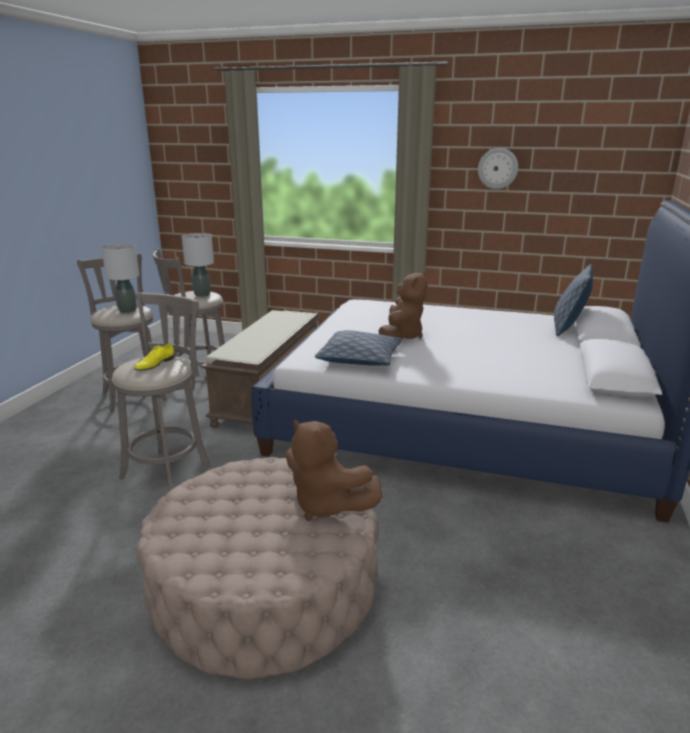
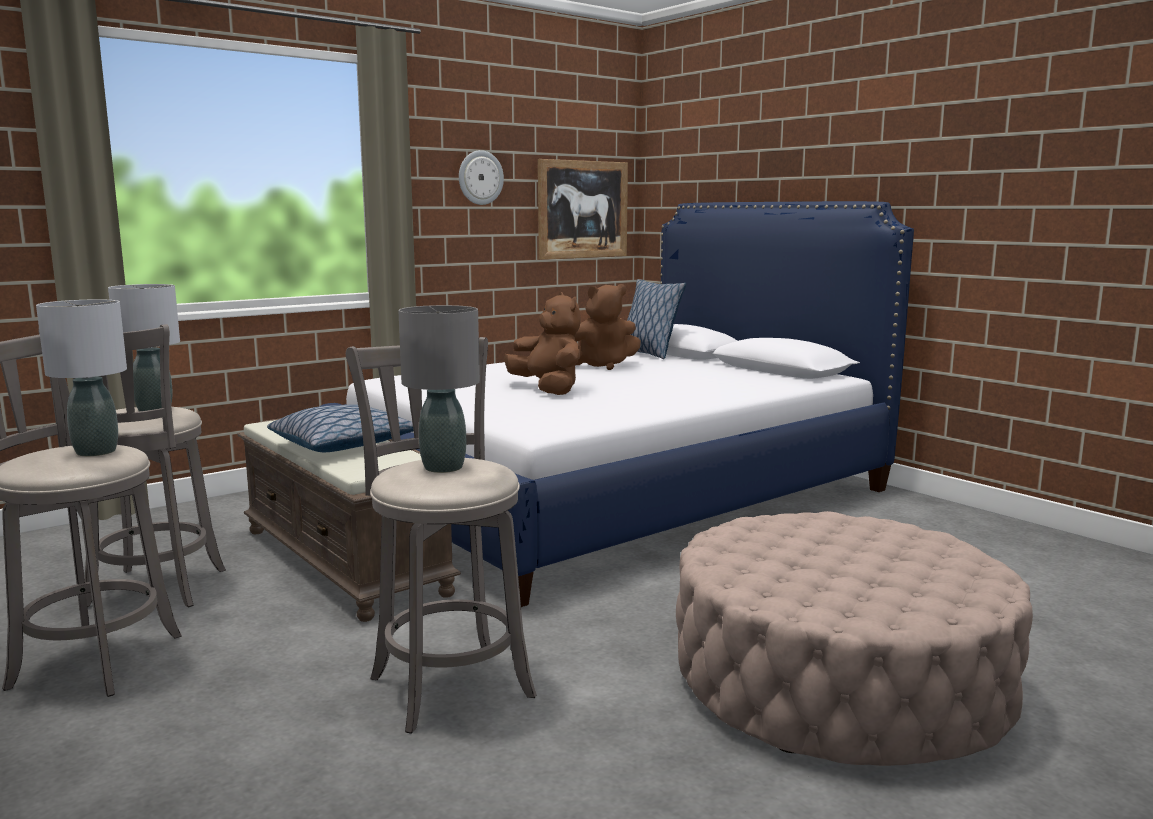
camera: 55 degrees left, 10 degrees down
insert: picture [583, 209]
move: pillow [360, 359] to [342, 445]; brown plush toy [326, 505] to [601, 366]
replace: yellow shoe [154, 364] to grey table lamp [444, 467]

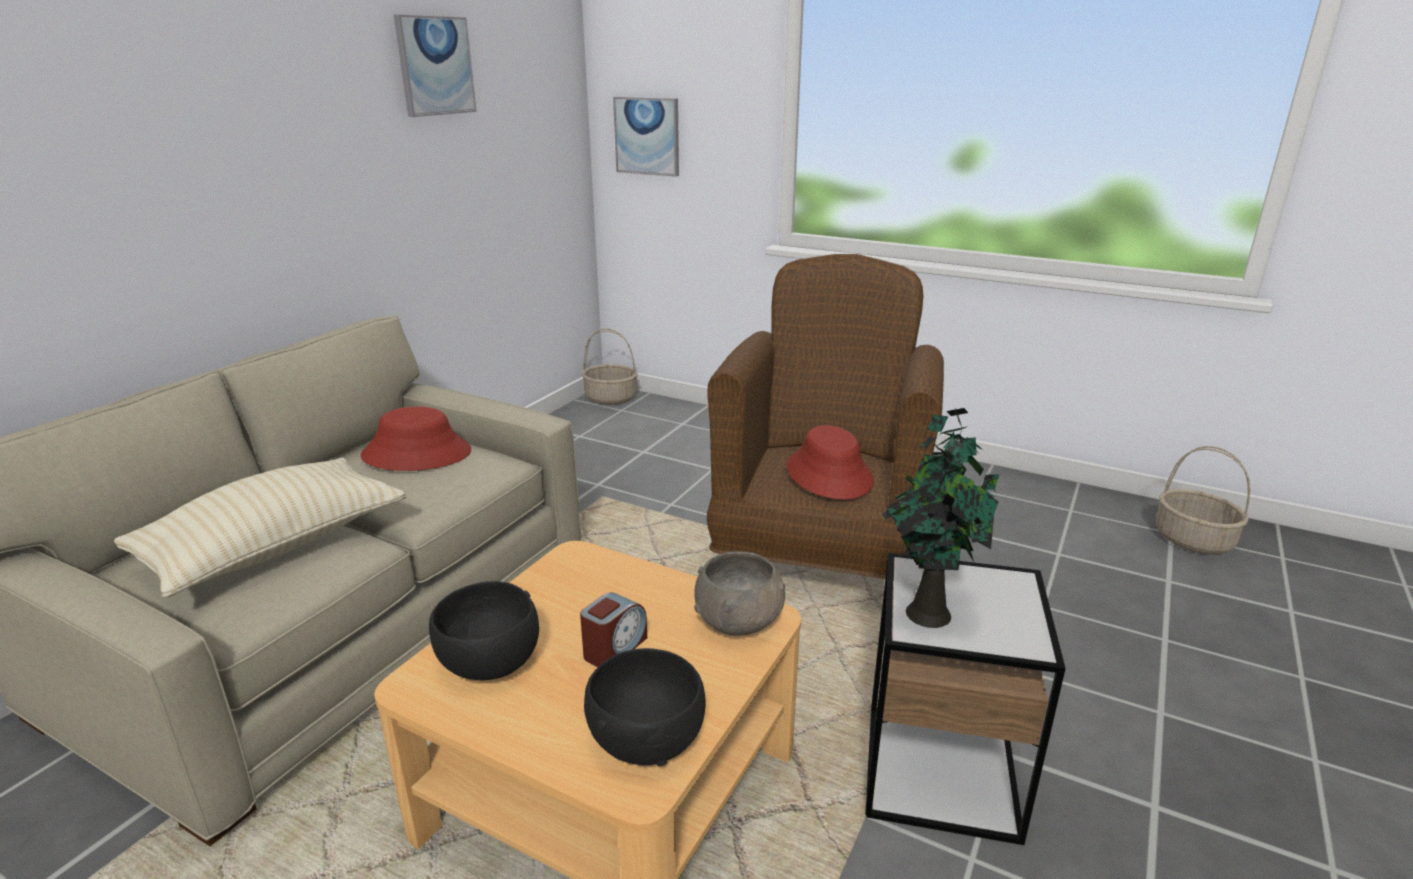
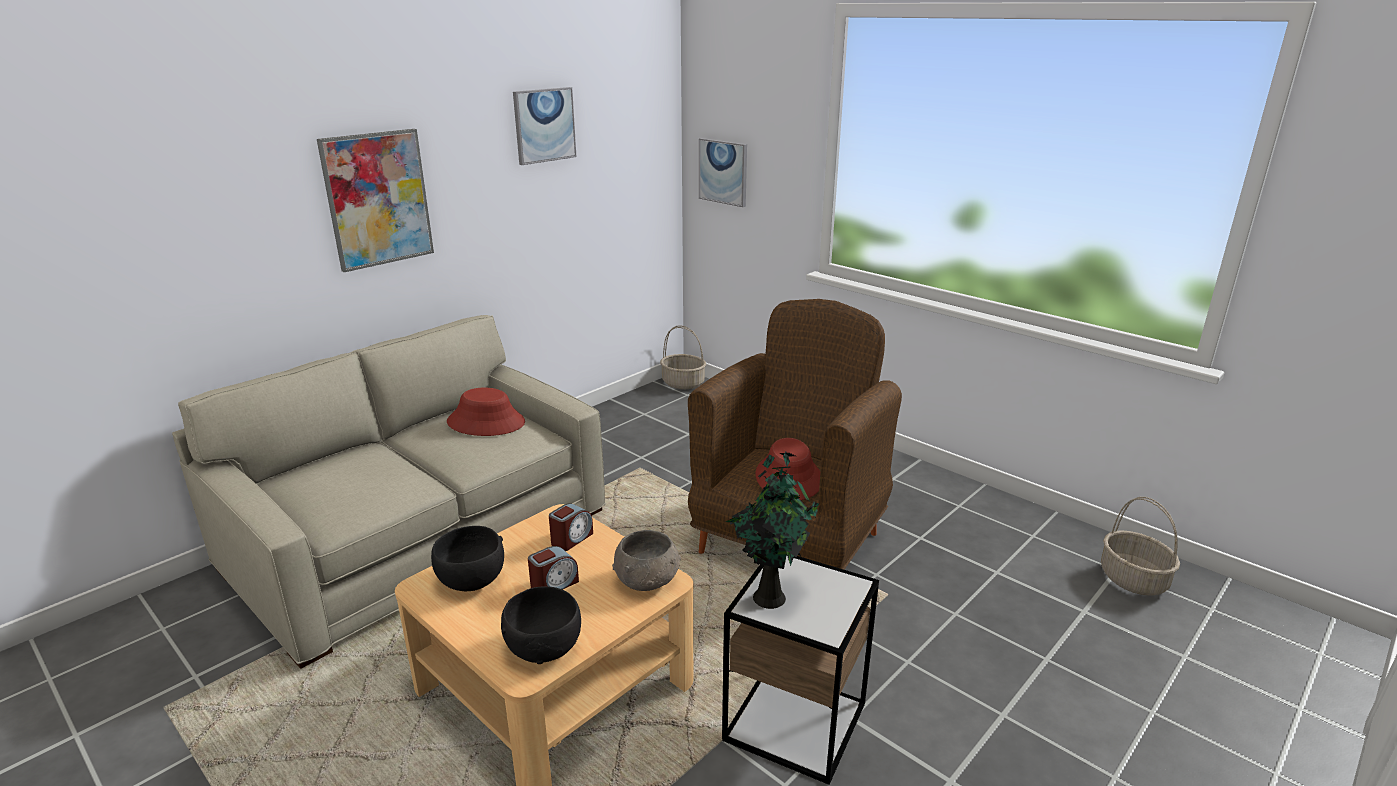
camera: 15 degrees right, 0 degrees up
delete: beige pillow [275, 547]
insert: picture [378, 199]; alarm clock [571, 539]

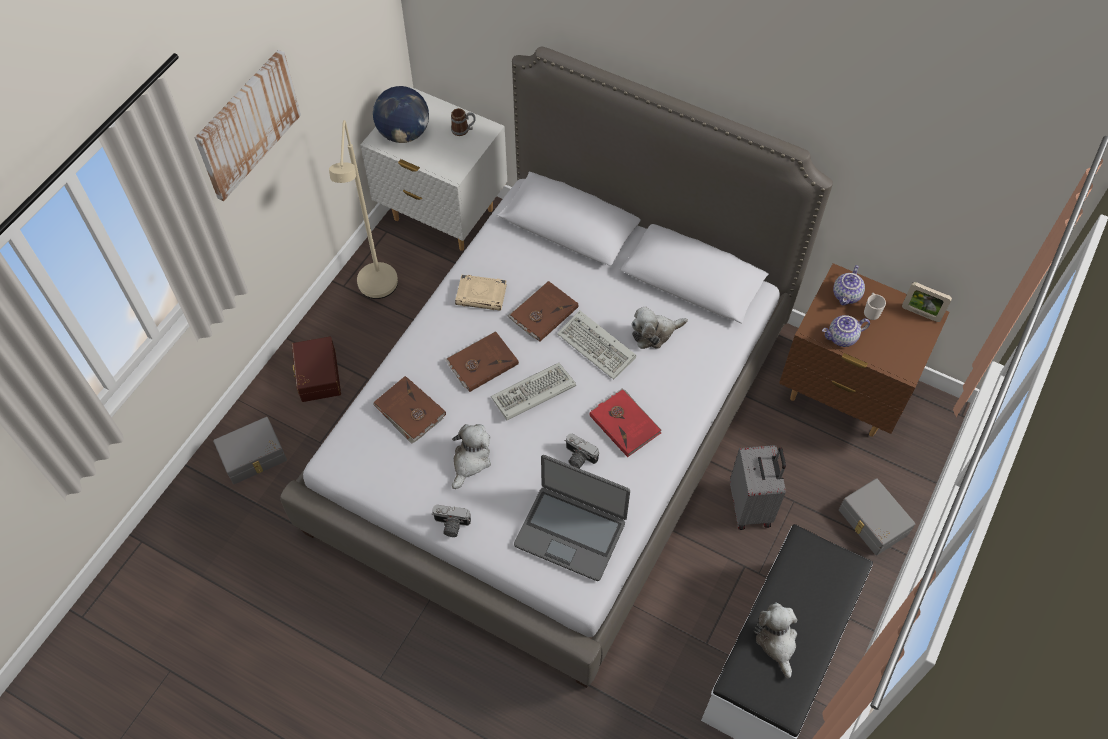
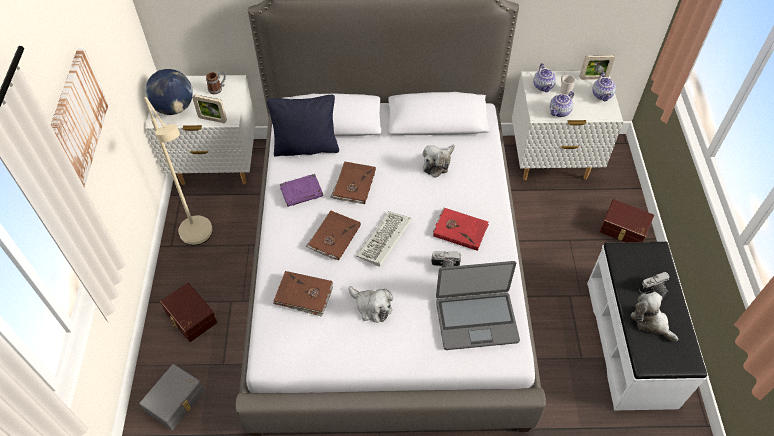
camera: 30 degrees left, 5 degrees down
delete: keyboard [598, 347]; grey suitcase [751, 506]
insert: picture frame [212, 119]; black pillow [306, 147]; teapot [602, 95]
move: photo camera [450, 525] to [654, 291]
recolor: beige book [482, 295] to purple book [302, 192]; brown nightstand [842, 394] to white nightstand [551, 162]; grey storage box [872, 523] to brown storage box [623, 230]
rotate: plush toy [470, 460] = [371, 307] 135 degrees clockwise

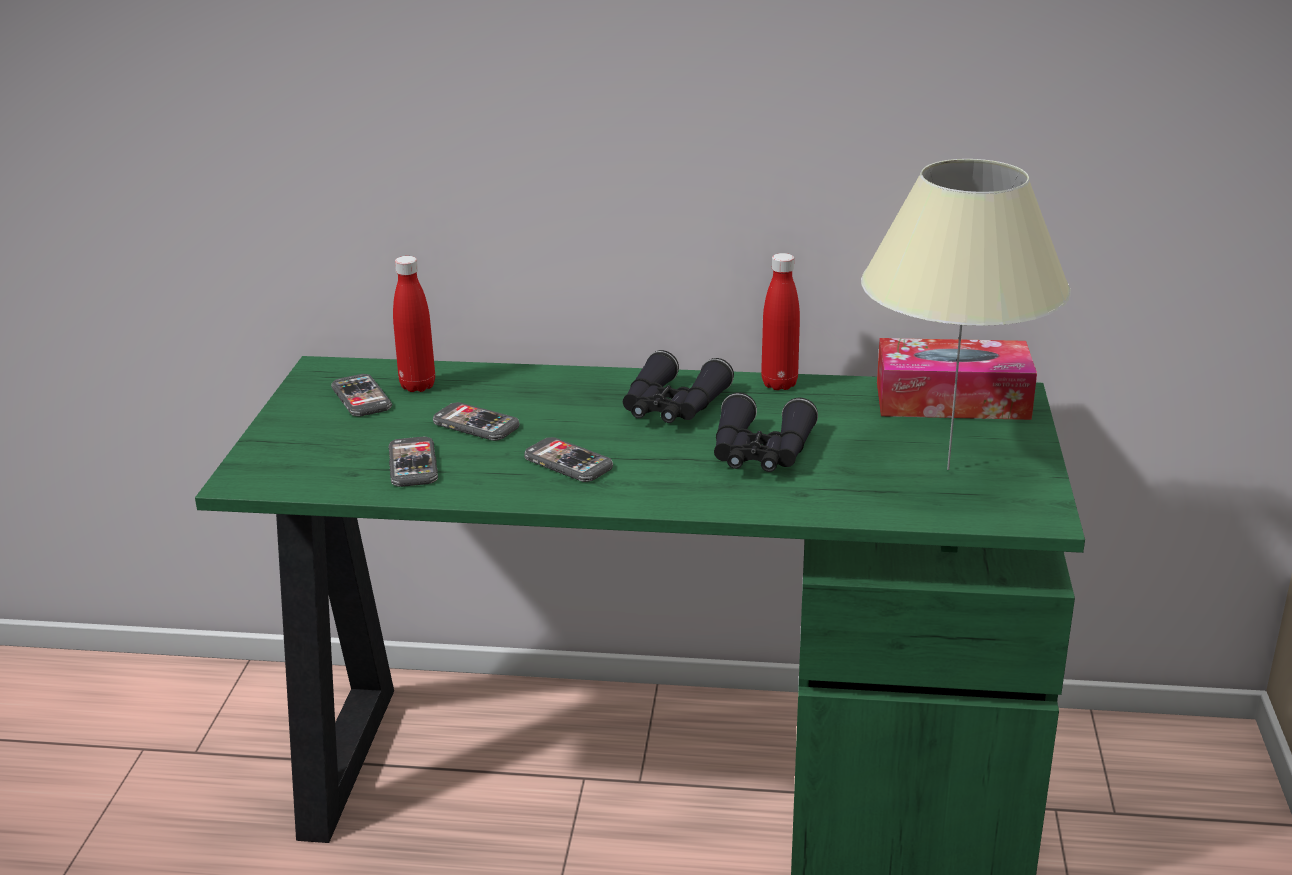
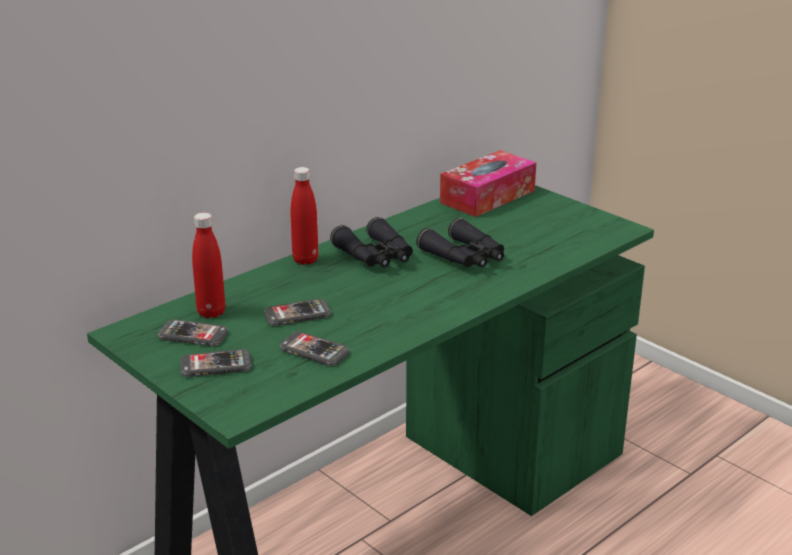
camera: 50 degrees left, 0 degrees up
delete: beige table lamp [949, 469]
move: phone [568, 463] to [216, 365]; red bottle [779, 384] to [305, 260]

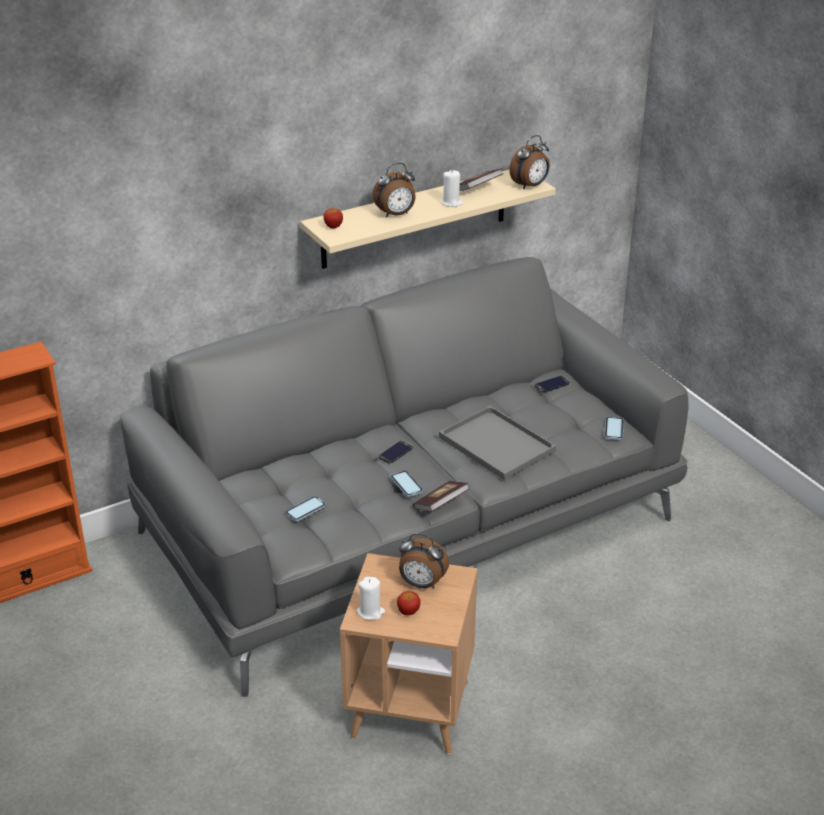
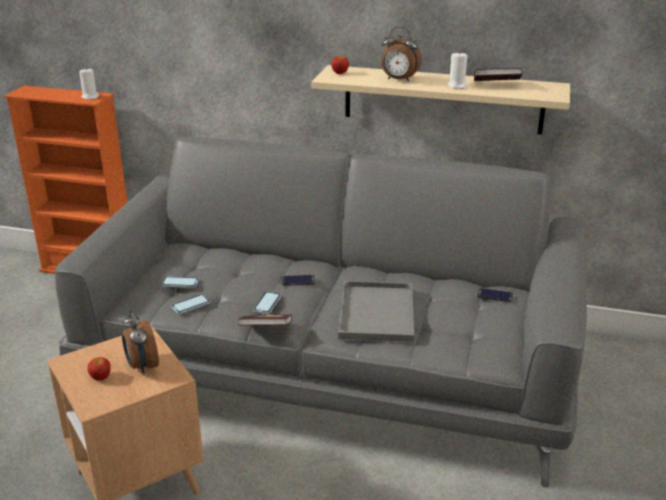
camera: 45 degrees right, 5 degrees down
delete: alarm clock [530, 186]
move: white candle [370, 612] to [90, 97]; phone [614, 429] to [190, 305]

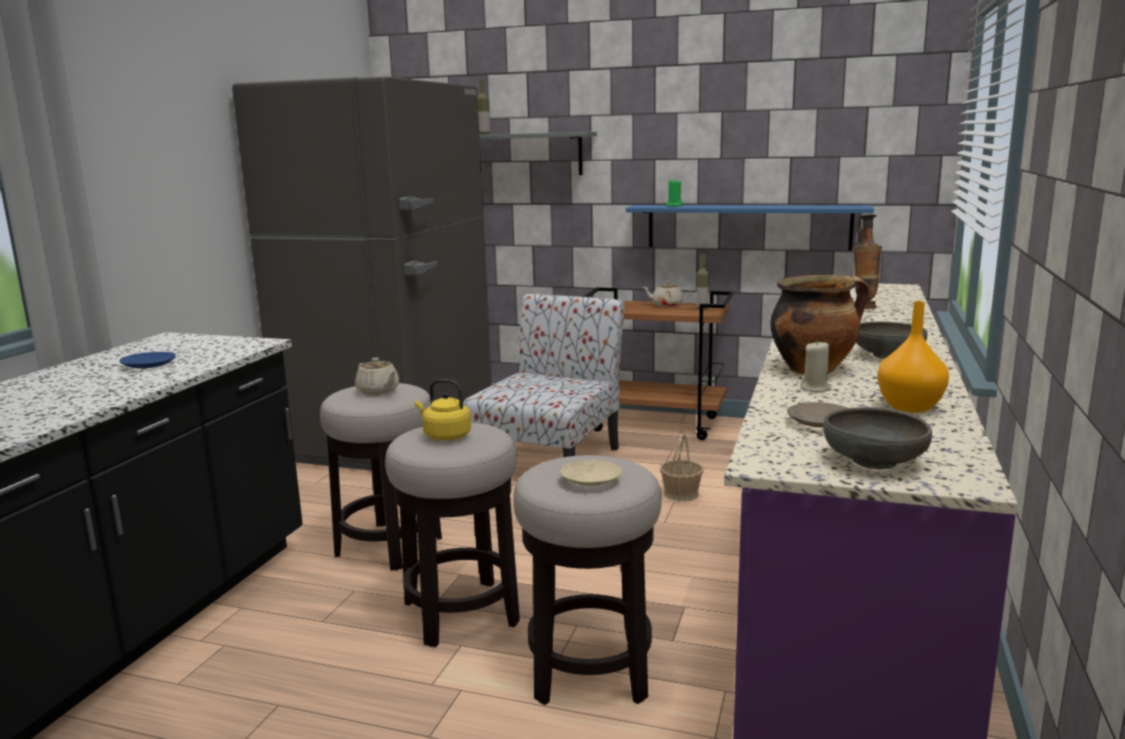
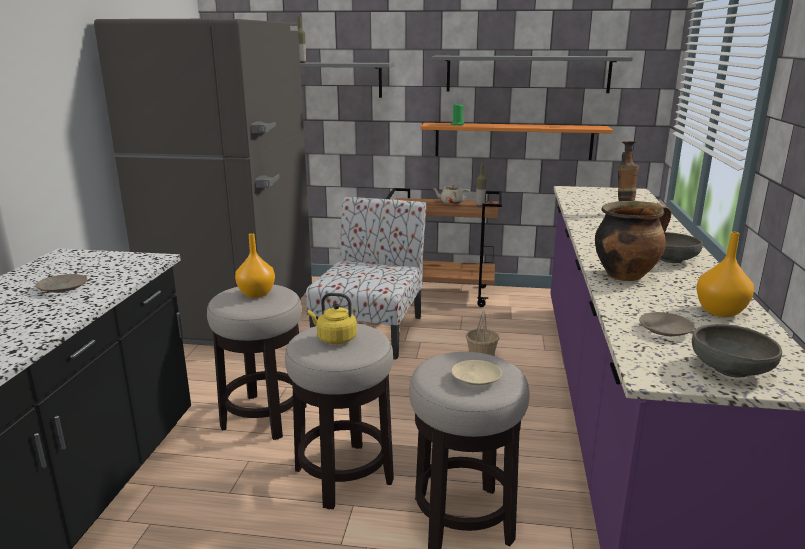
camera: 10 degrees left, 5 degrees up
delete: beige candle [815, 388]
insert: grey shelf [527, 74]
replace: beige teapot [378, 391] to orange vase [255, 294]
recolor: blue plate [148, 365] to beige plate [62, 288]; blue shelf [747, 226] to orange shelf [513, 141]

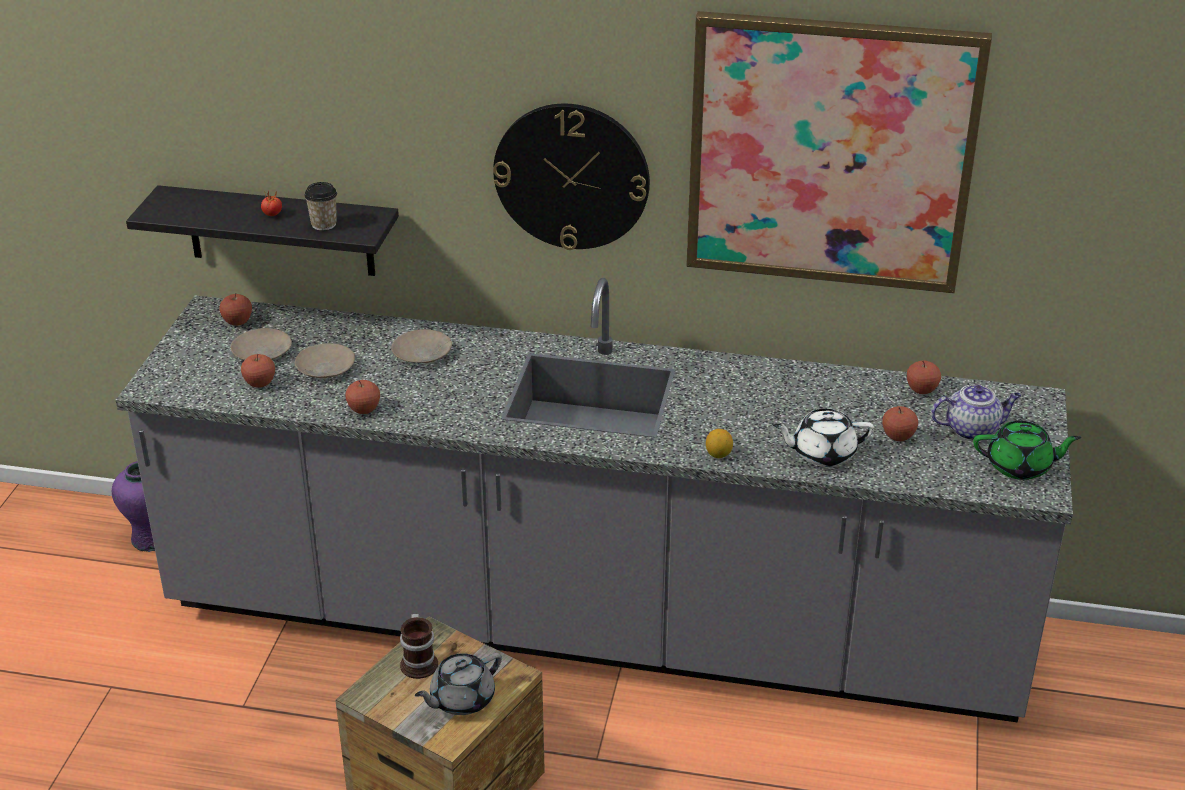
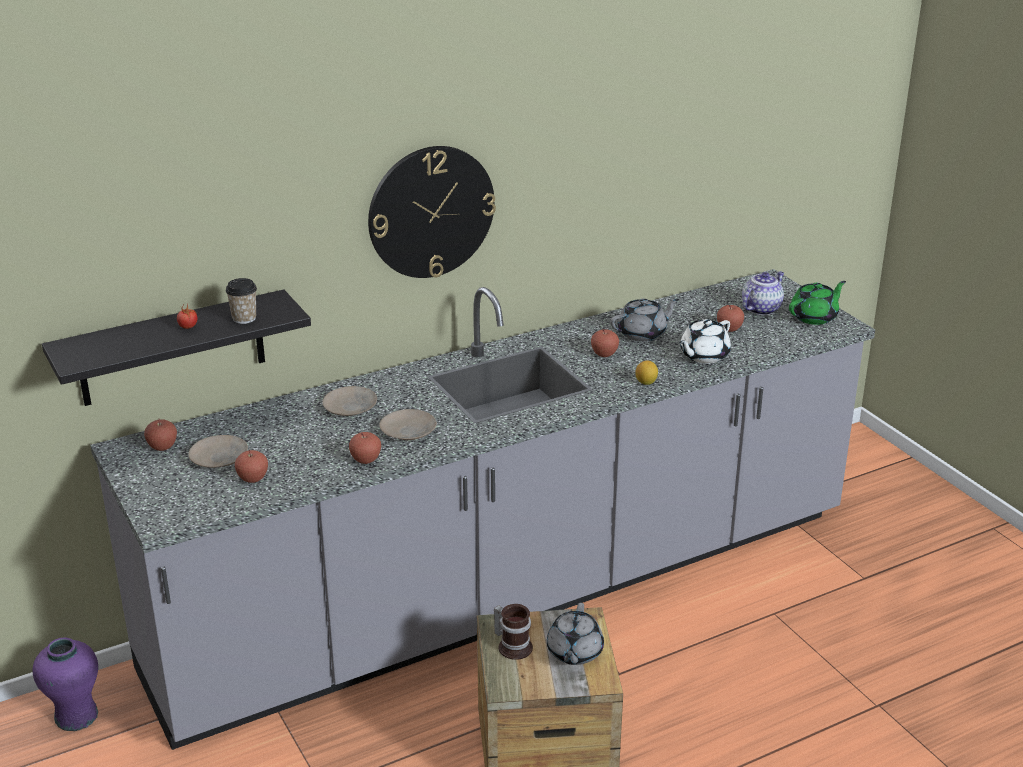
camera: 40 degrees left, 5 degrees down
delete: picture [830, 153]
insert: grey teapot [643, 334]
move: beige plate [326, 368] to [408, 431]; apple [921, 390] to [604, 354]

